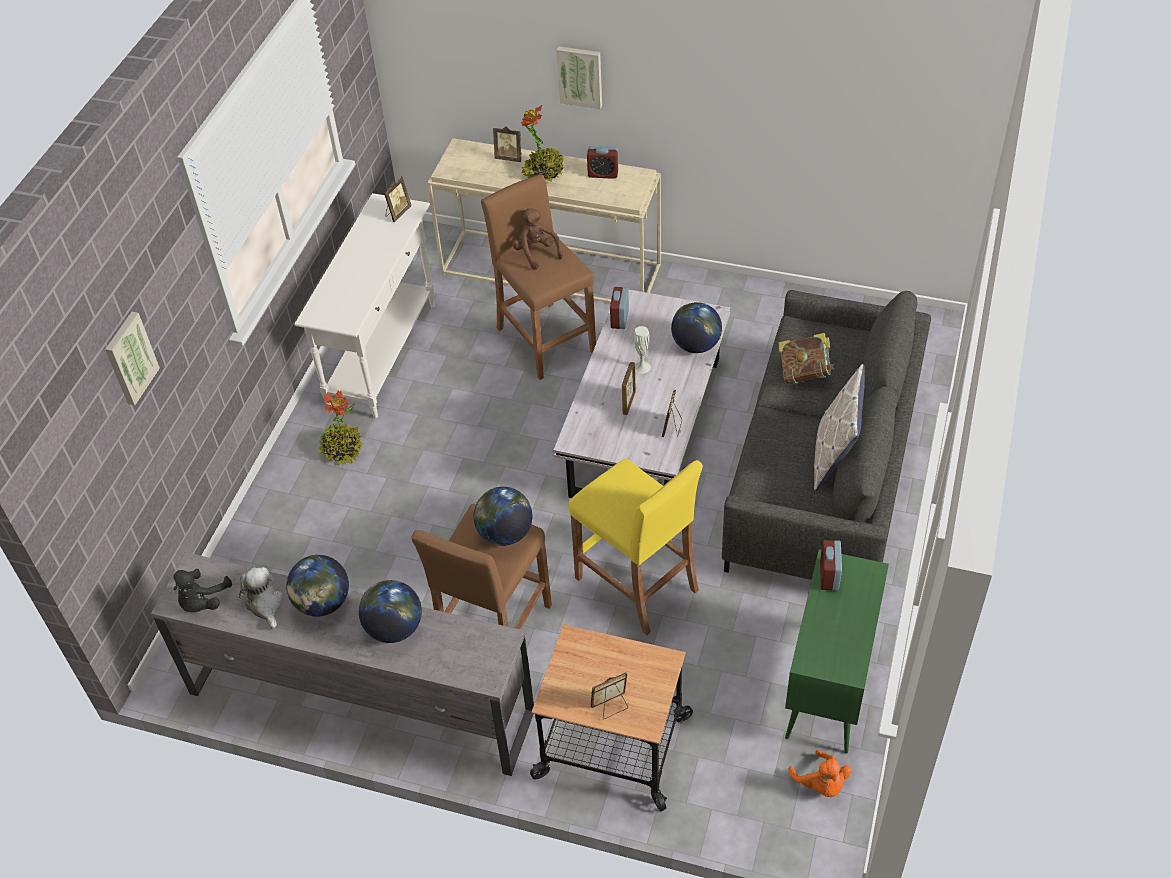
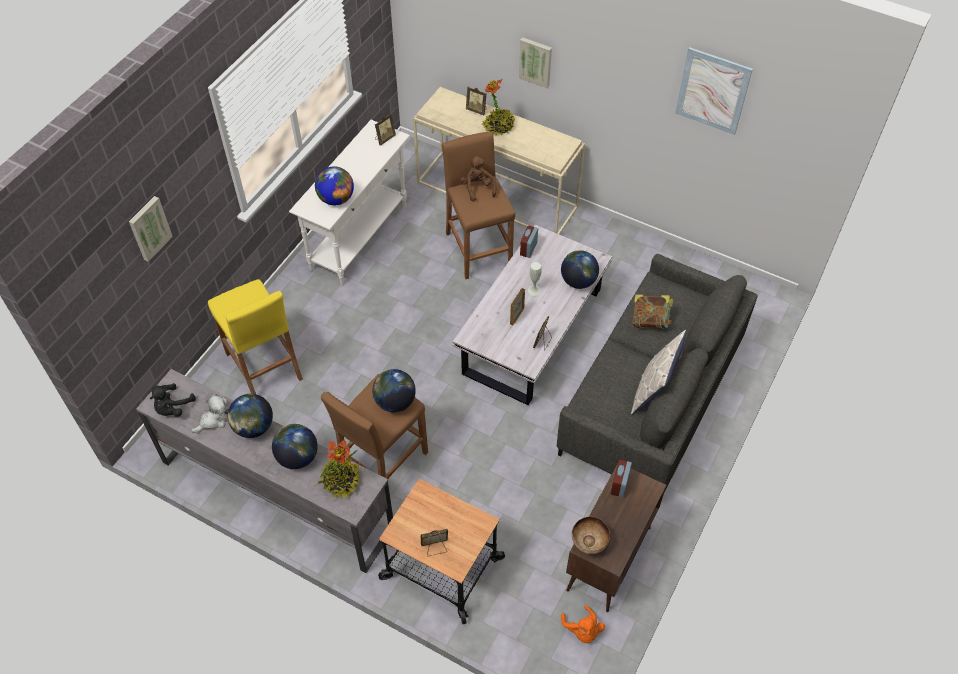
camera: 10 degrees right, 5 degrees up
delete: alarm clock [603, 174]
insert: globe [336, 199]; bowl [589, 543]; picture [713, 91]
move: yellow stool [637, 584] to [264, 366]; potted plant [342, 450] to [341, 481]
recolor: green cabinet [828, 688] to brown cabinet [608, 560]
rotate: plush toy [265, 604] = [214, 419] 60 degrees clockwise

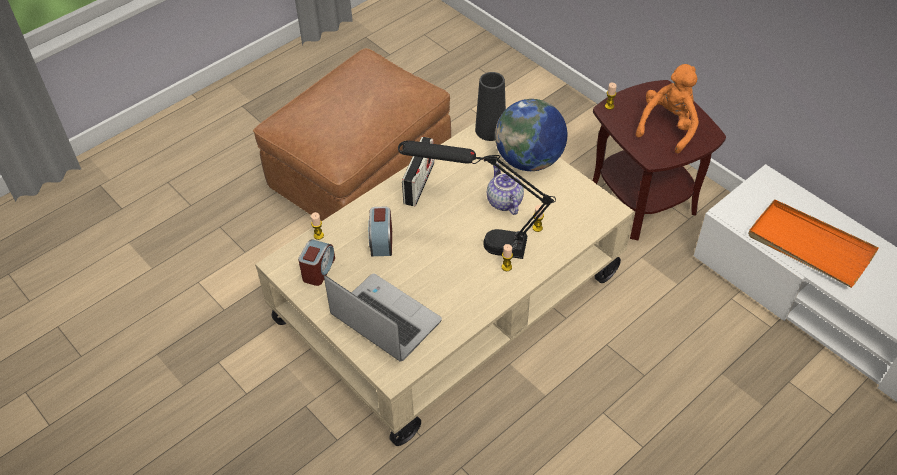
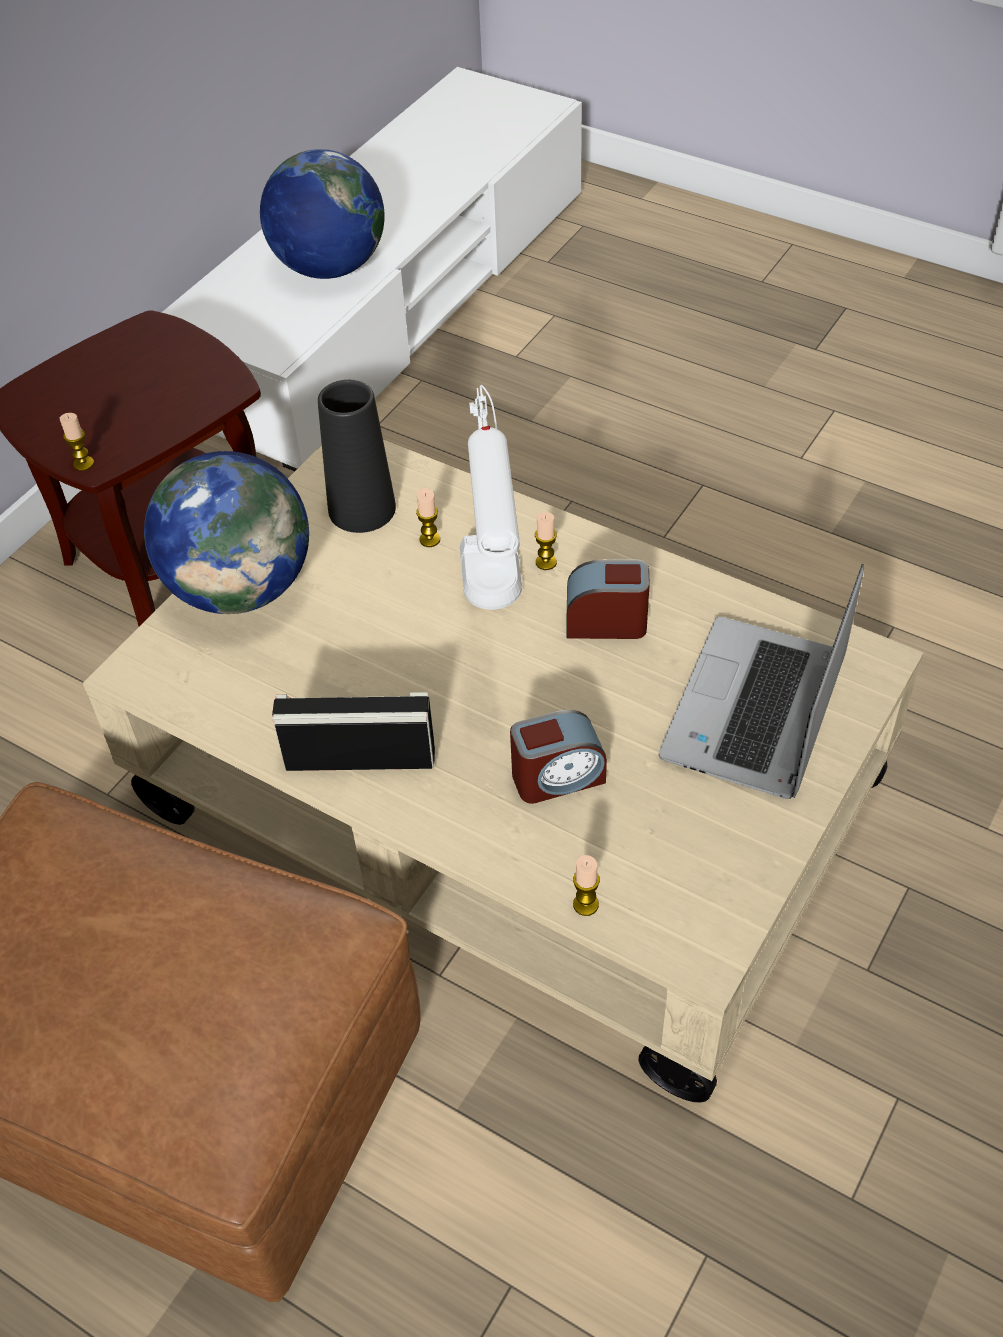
camera: 105 degrees left, 0 degrees up
delete: teapot [503, 202]; orange plush toy [668, 126]
move: black vase [490, 130] to [362, 509]; alarm clock [318, 270] to [606, 622]
replace: orange tray [809, 246] to globe [329, 267]
recolor: black table lamp [476, 240] to white table lamp [496, 620]

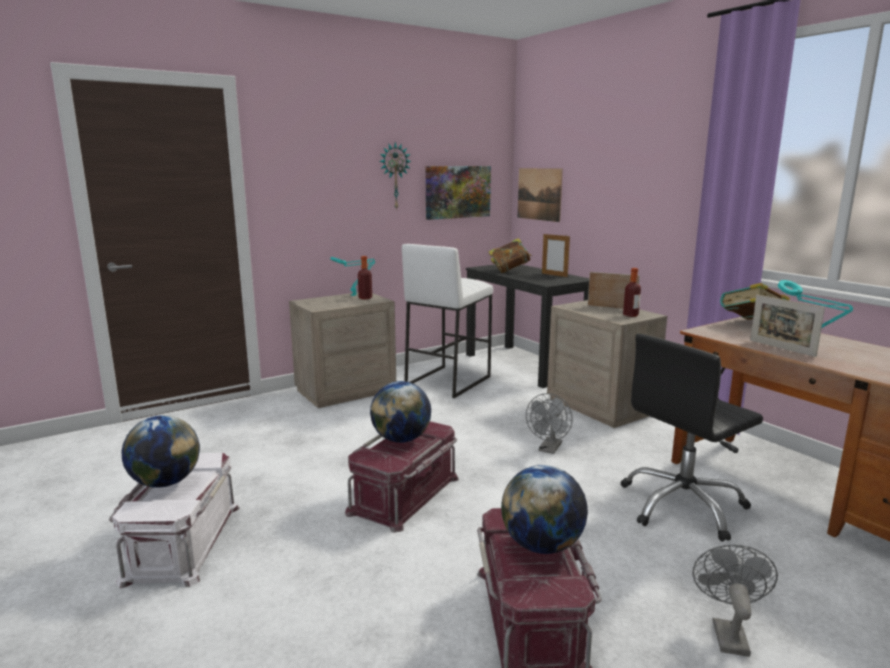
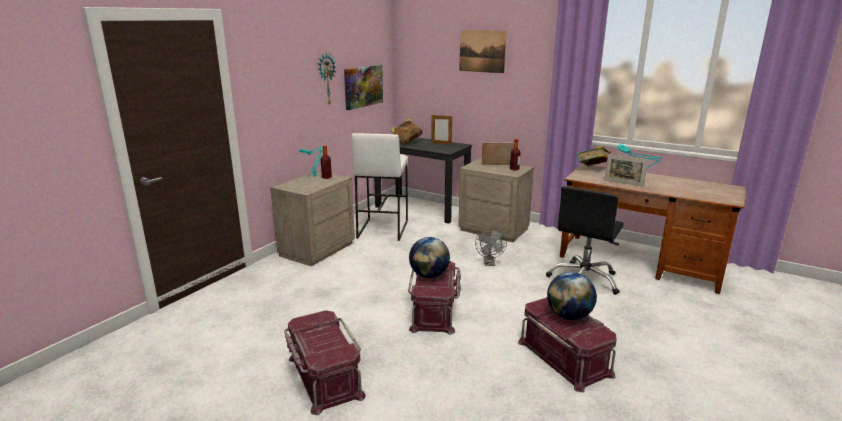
camera: 25 degrees left, 5 degrees up
delete: globe [165, 482]; grey fan [727, 632]
move: picture [539, 194] to [482, 51]
recolor: white storage box [182, 542] to red storage box [323, 377]

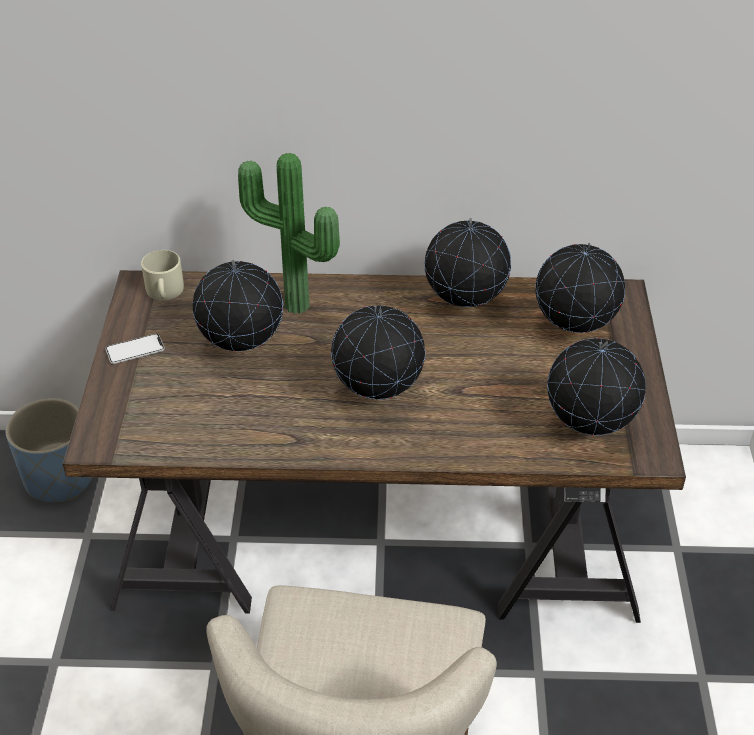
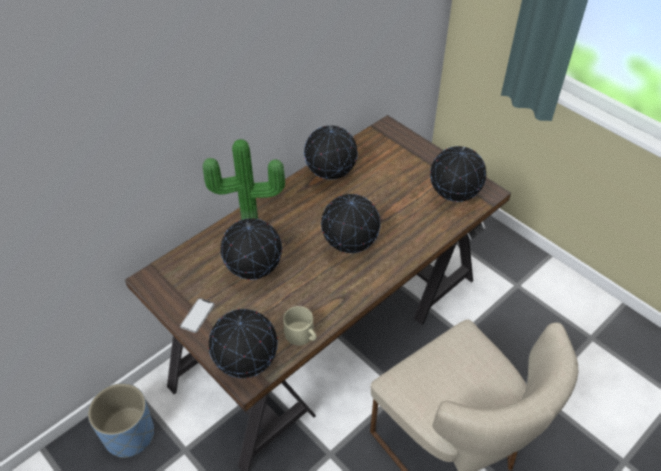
camera: 45 degrees left, 5 degrees up
move: globe [574, 331] to [247, 366]; beige mug [164, 291] to [302, 335]

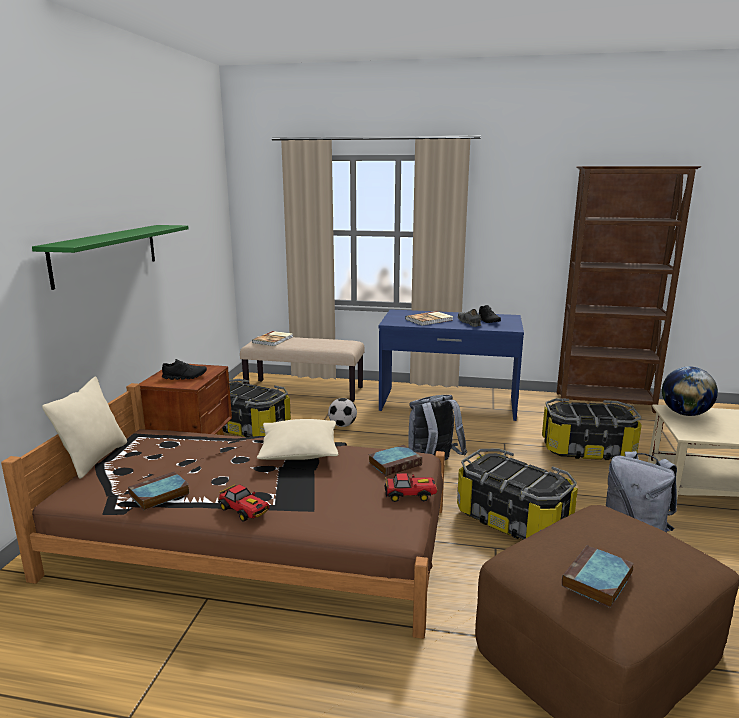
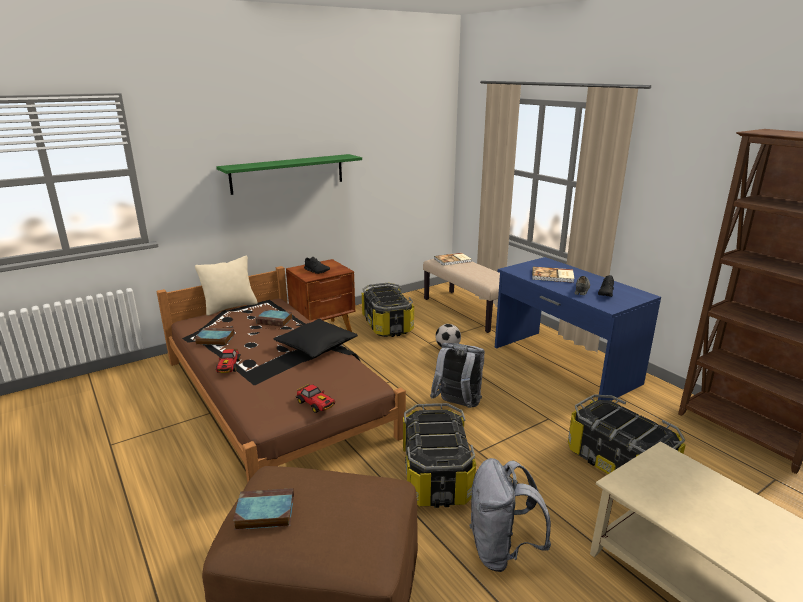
camera: 45 degrees right, 5 degrees up
delete: globe [685, 413]
move: book [395, 463] to [275, 320]
recolor: beige pillow [299, 451] to black pillow [316, 347]

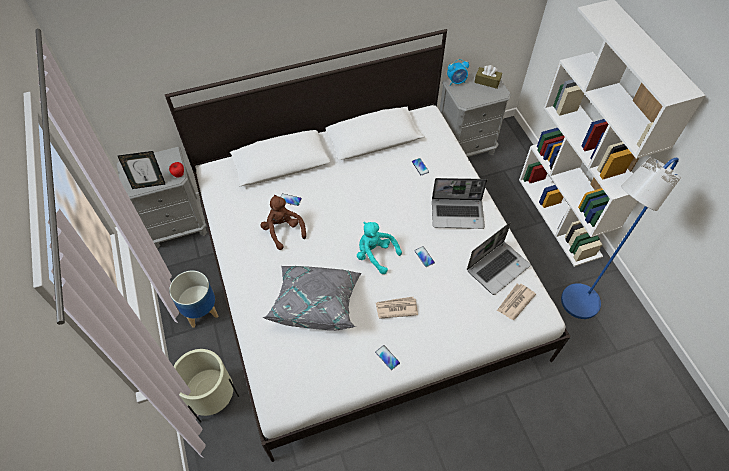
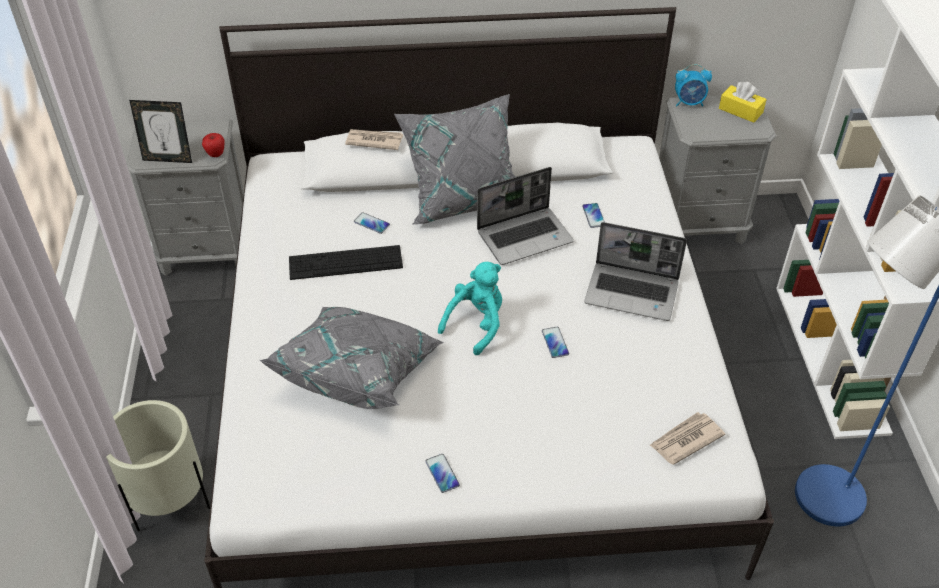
camera: 15 degrees right, 10 degrees down
delete: planter [201, 311]
insert: grey pillow [463, 197]
move: newspaper [396, 308] to [374, 141]; laptop [498, 267] to [525, 236]
replace: brown plush toy [283, 230] to keyboard [345, 262]
recolor: brown tissue box [487, 81] to yellow tissue box [740, 110]
rotate: turquoise plush toy [375, 255] = [476, 324] 75 degrees clockwise

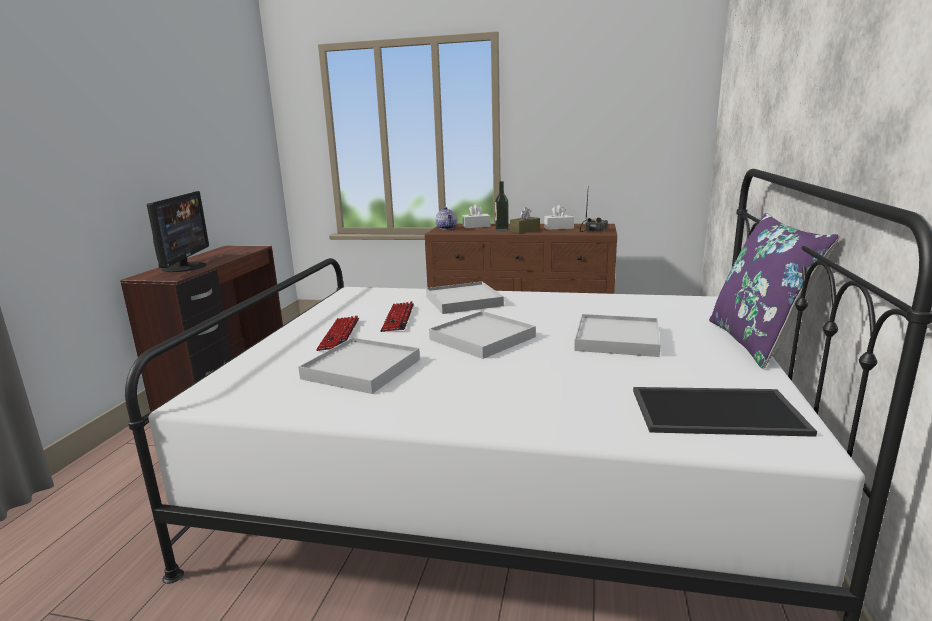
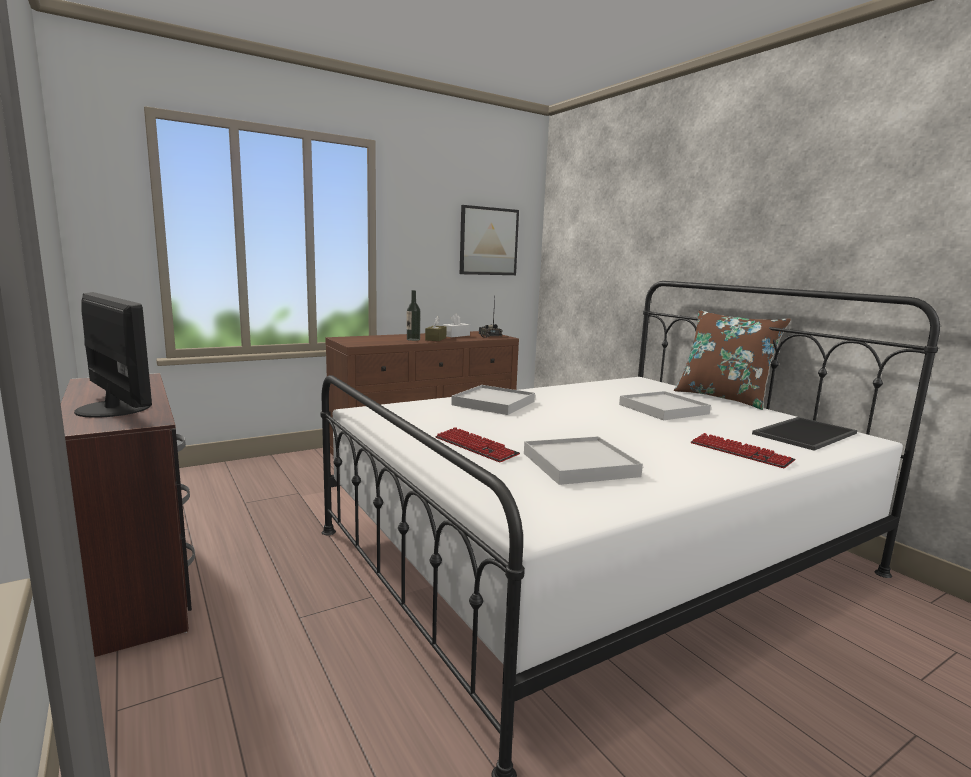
camera: 45 degrees left, 5 degrees down
delete: white tray [482, 338]; teapot [447, 228]; white tissue box [476, 226]
insert: picture [488, 241]
move: keyboard [398, 318] to [740, 452]
recolor: purple pillow [756, 342] to brown pillow [723, 398]

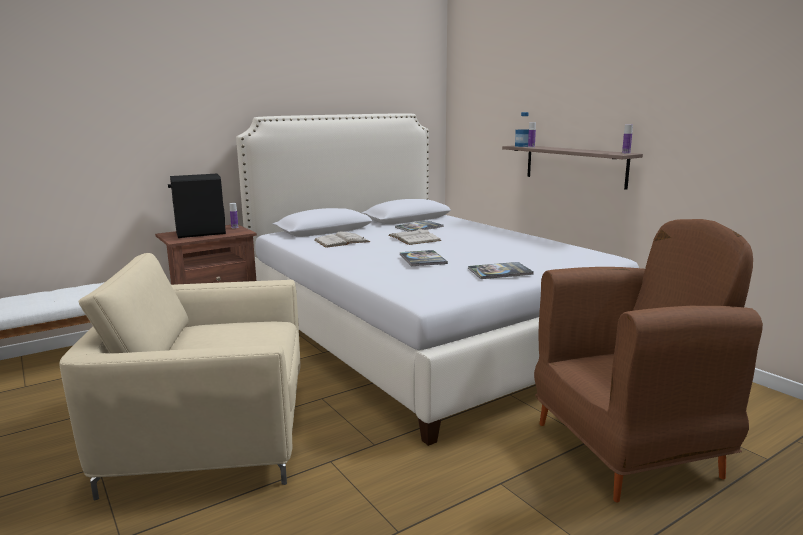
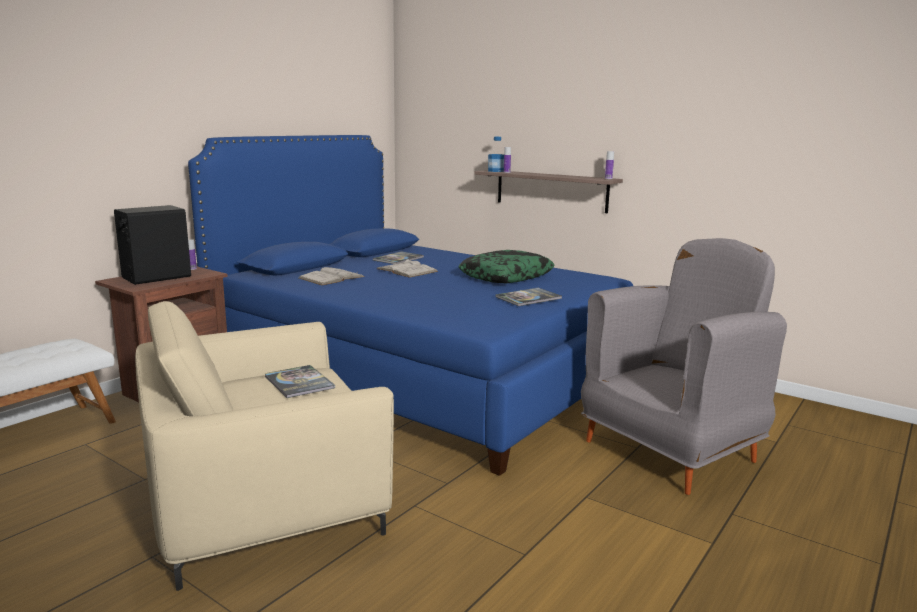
camera: 20 degrees left, 0 degrees up
insert: pillow [506, 276]
move: book [422, 259] to [299, 382]
recolor: white bed [423, 334] to blue bed [420, 372]; brown armchair [628, 449] to grey armchair [671, 450]

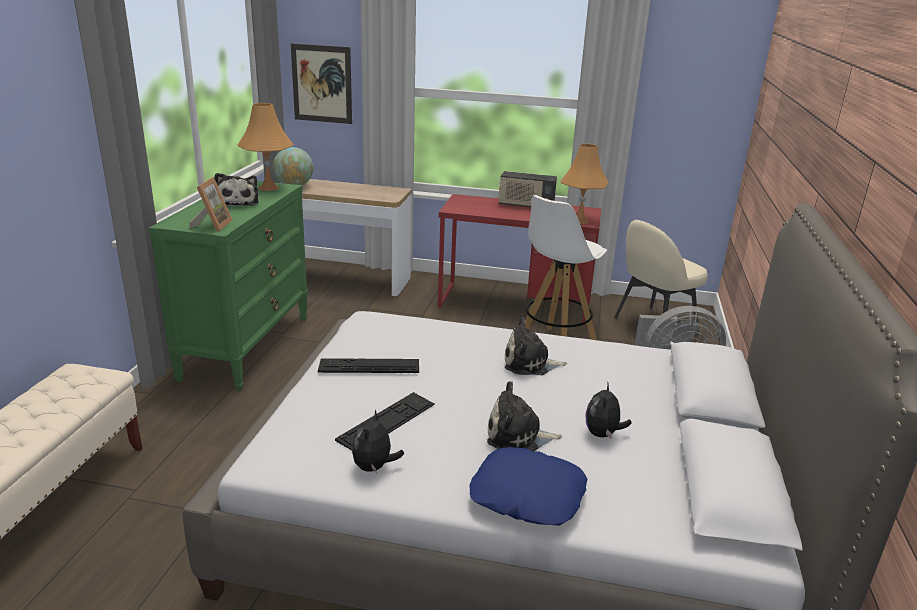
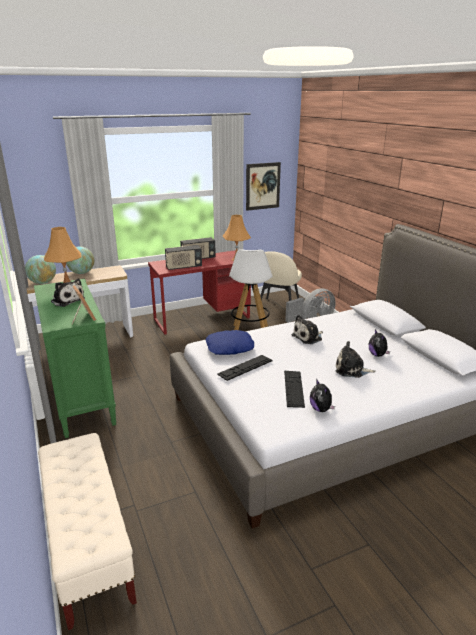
camera: 35 degrees left, 0 degrees up
insert: globe [82, 273]; radio [183, 267]
move: blue pillow [527, 496] to [229, 347]; picture [322, 84] to [263, 186]
rotate: plush toy [518, 436] = [351, 370] 45 degrees clockwise

